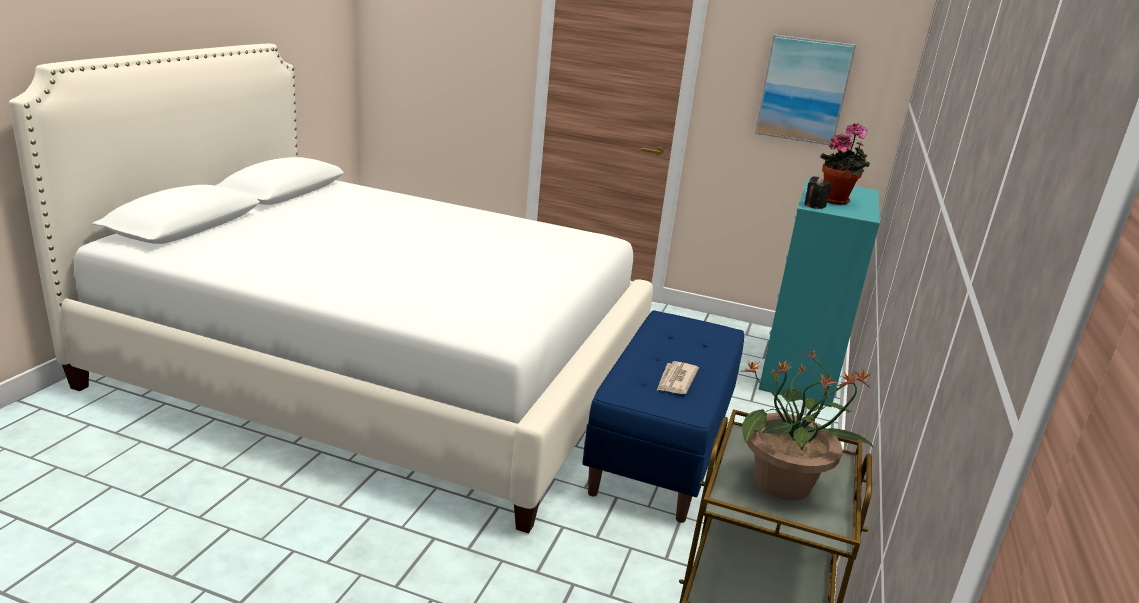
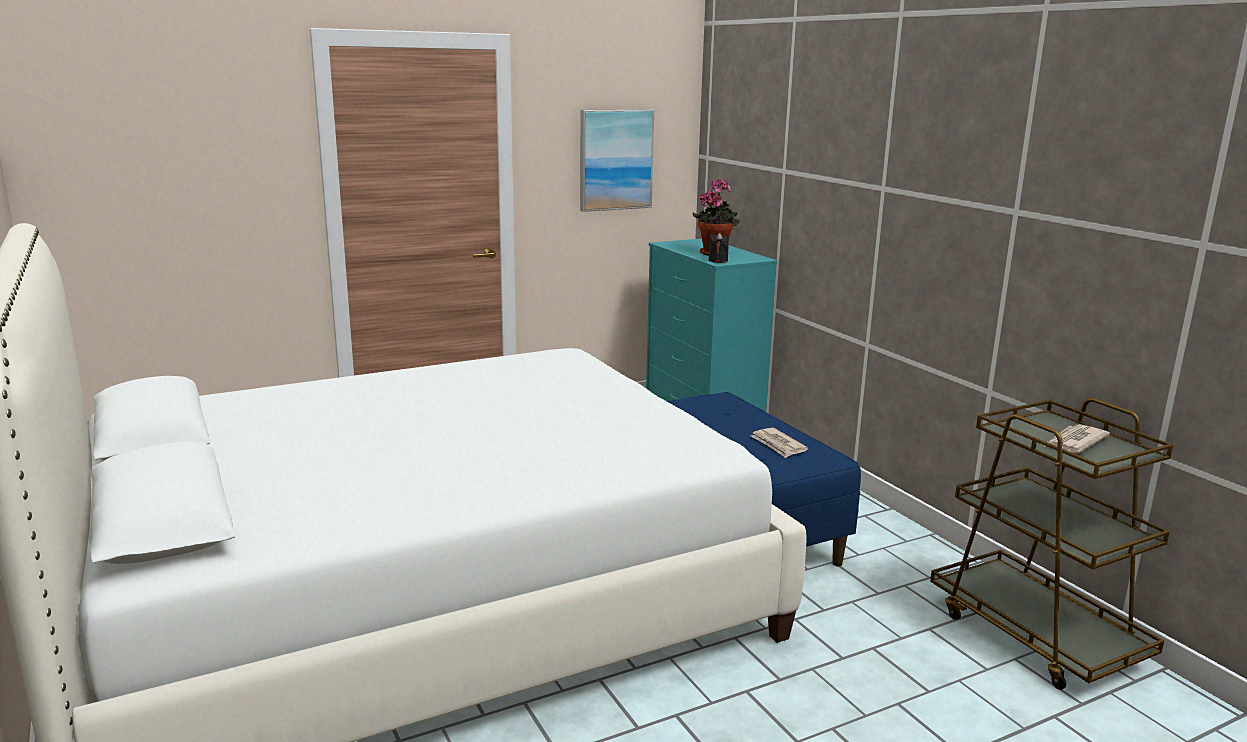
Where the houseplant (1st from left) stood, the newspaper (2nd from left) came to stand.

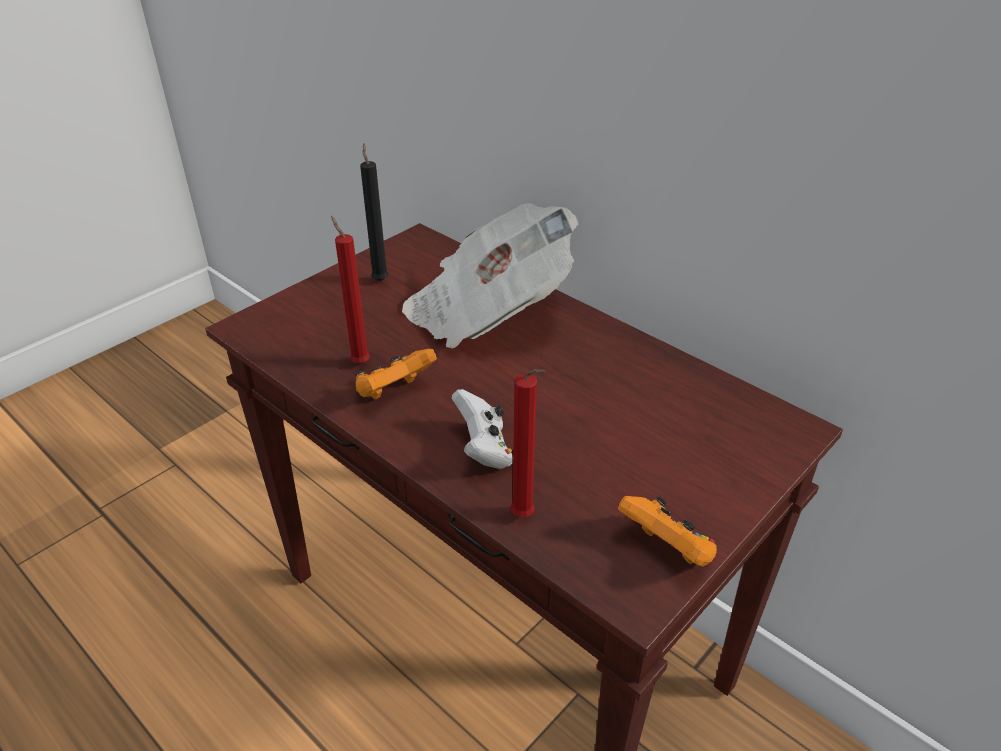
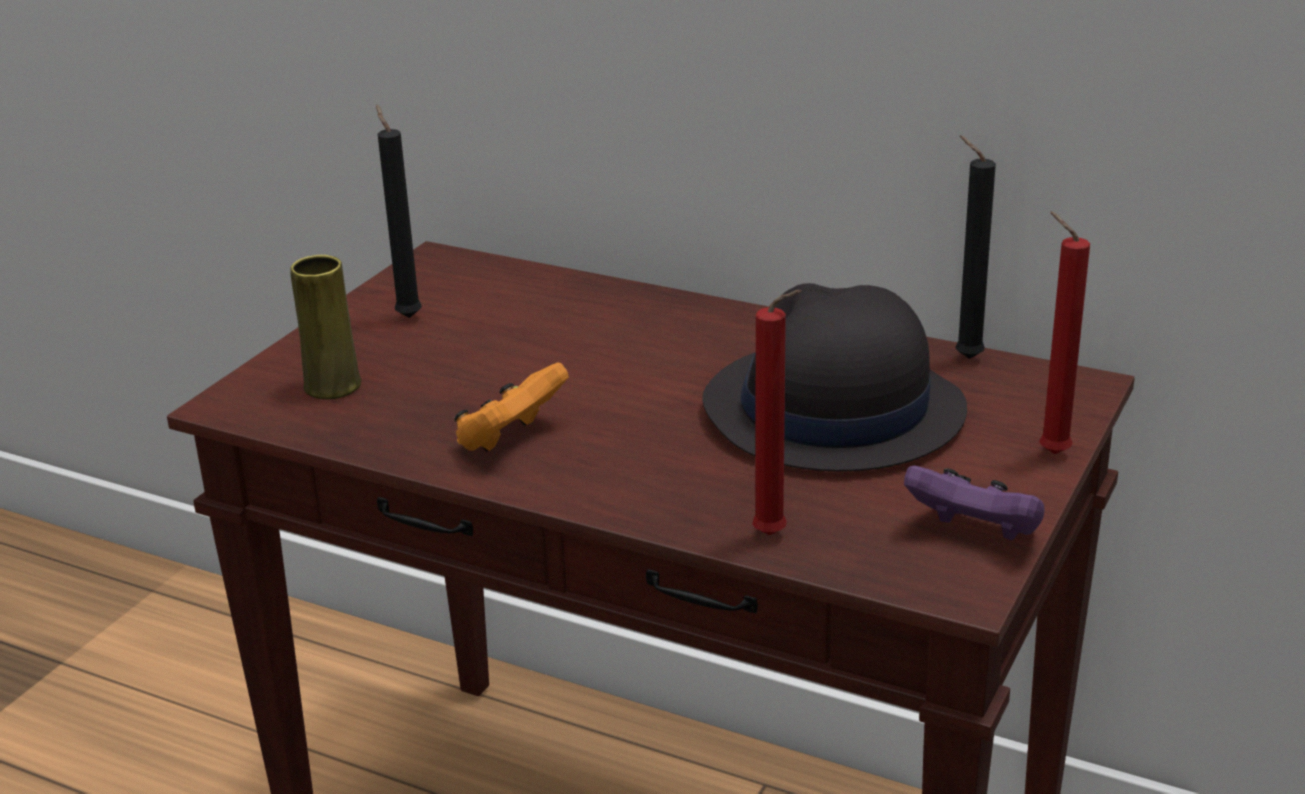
The second view gained the yellow vase. The second view gained the blackish wearable hat. What was the orangey joypad (2nd from left) turned into the purple joypad. The second view gained the blackish wax light (2nd from left). The red-coloured wax light (1st from left in the first image) ended up elsewhere. The second view lost the newspaper. The second view lost the white joypad.

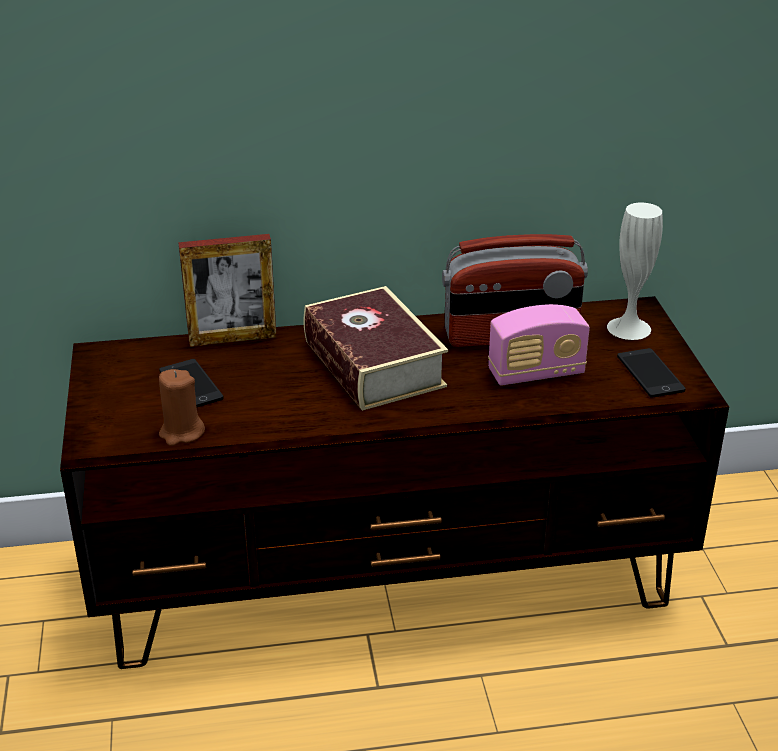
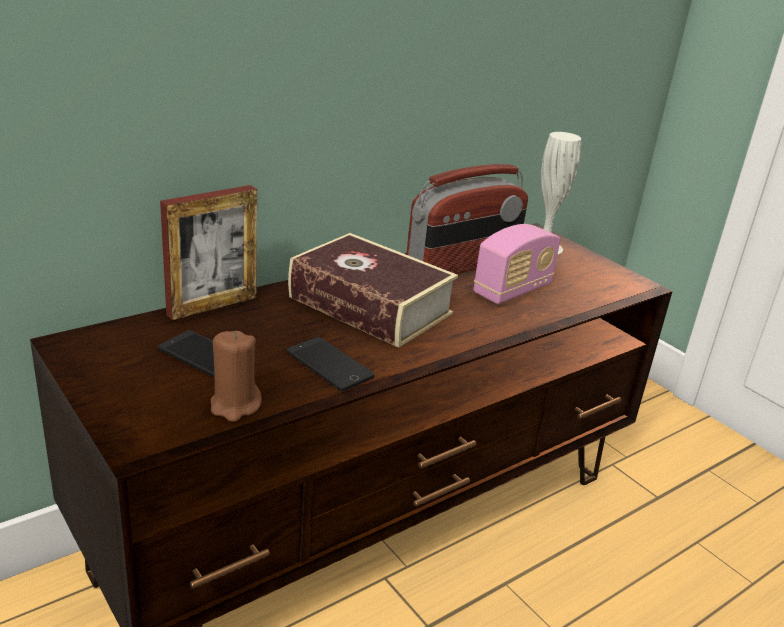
The phone (2nd from left) ended up elsewhere.

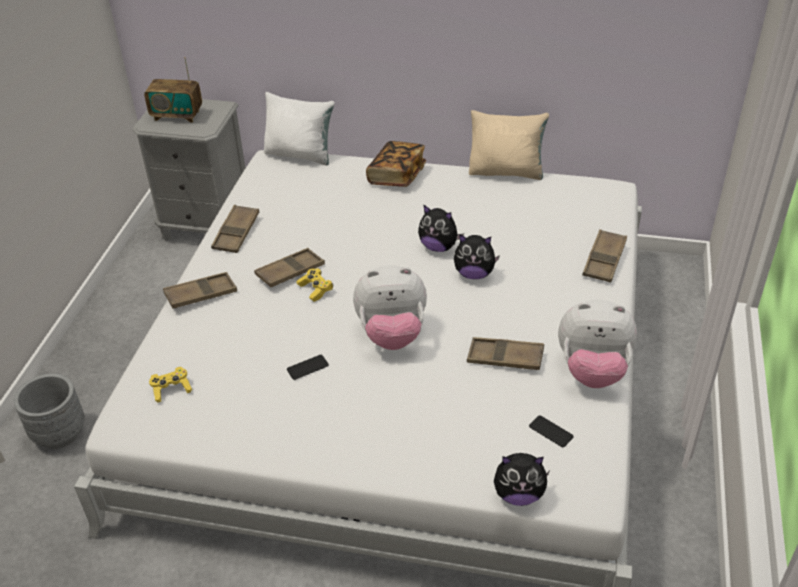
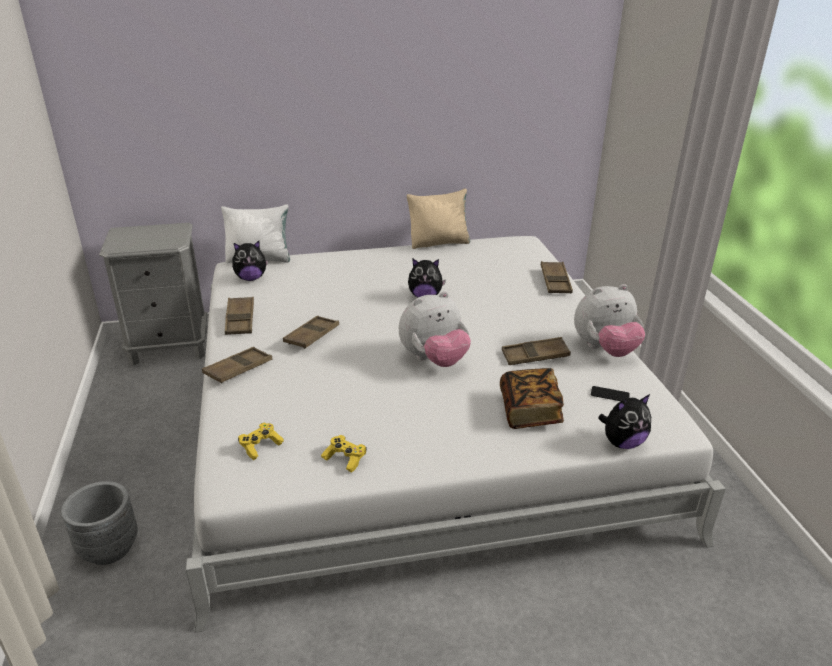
The plush toy (3rd from left in the first image) ended up elsewhere. The yellow joypad (2nd from left) ended up elsewhere. The bound book ended up elsewhere. The second view lost the radio. The second view lost the phone (1st from left).

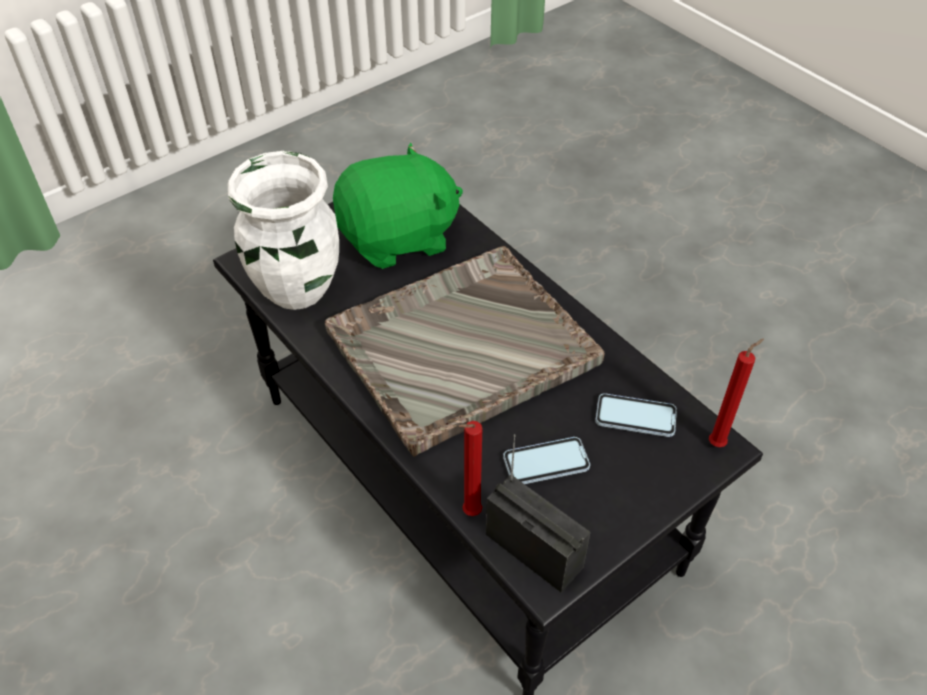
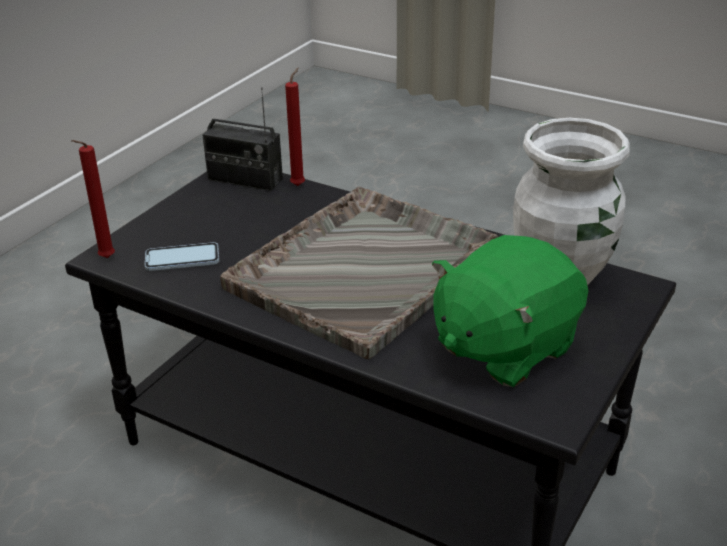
The second view lost the phone (1st from left).

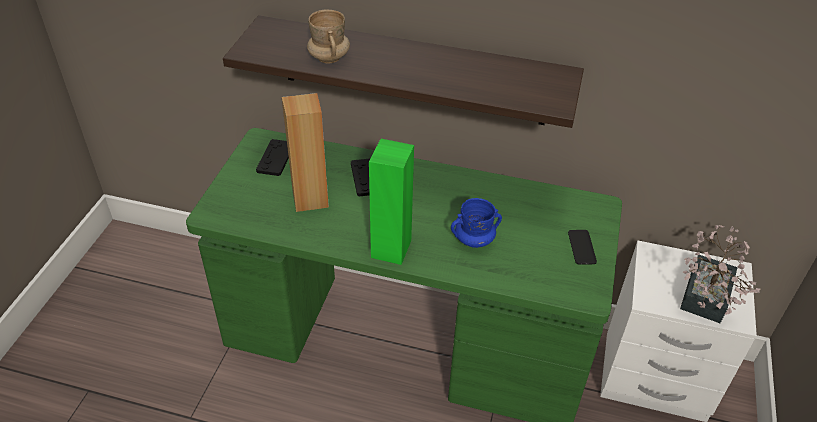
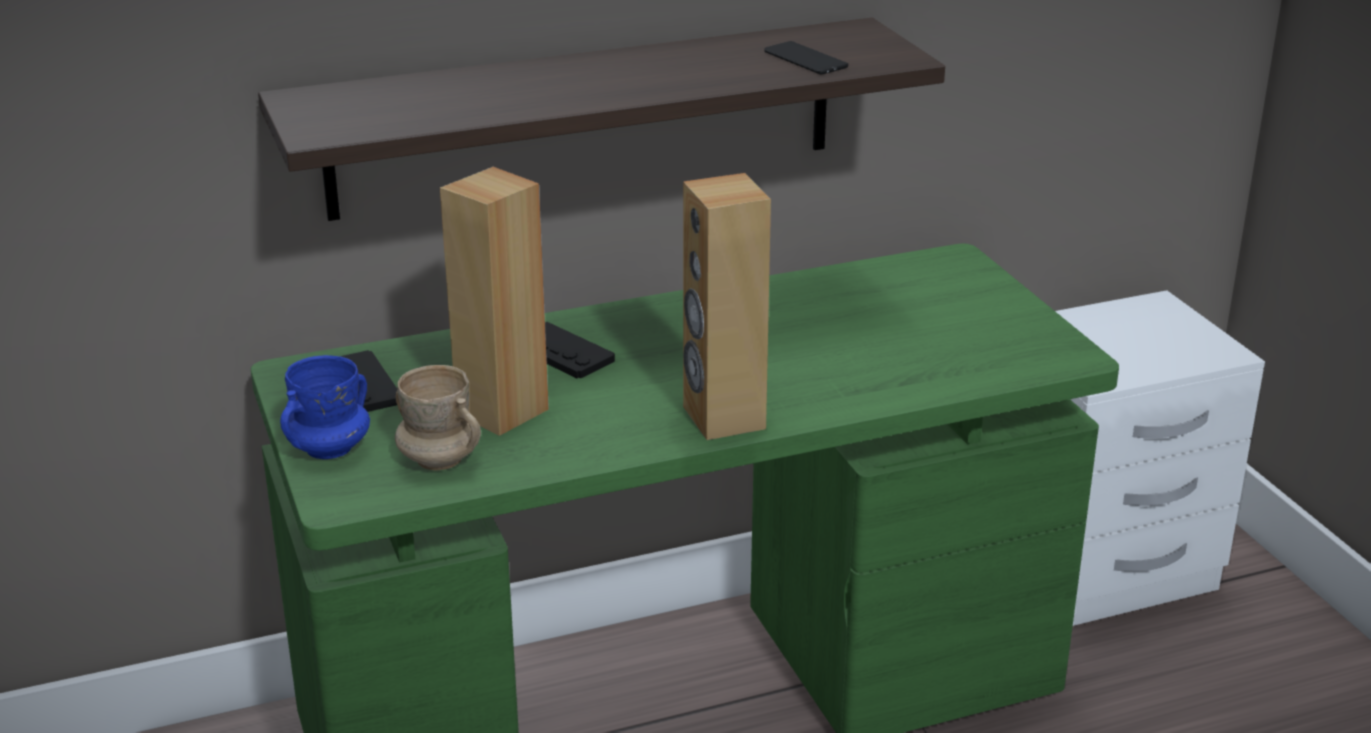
The bluish coffee mug ended up elsewhere. The beige coffee mug ended up elsewhere. What was the green speaker turned into the brownish speaker (2nd from left). The phone ended up elsewhere. The second view lost the houseplant.

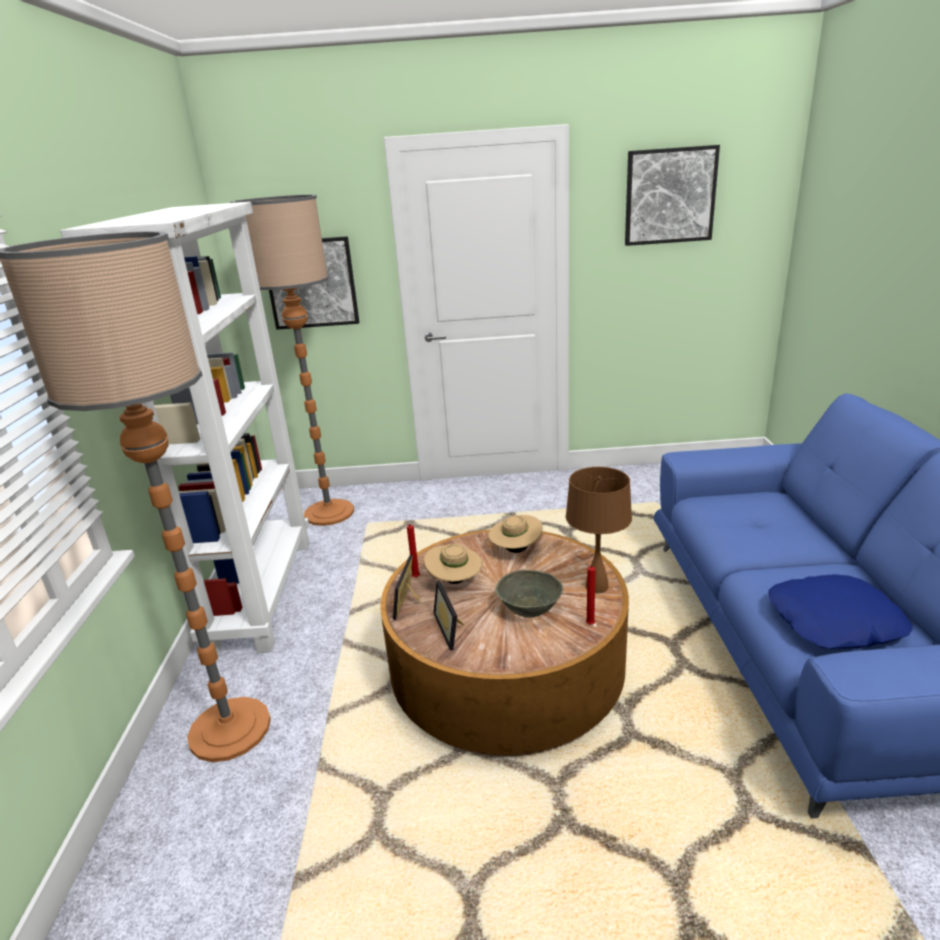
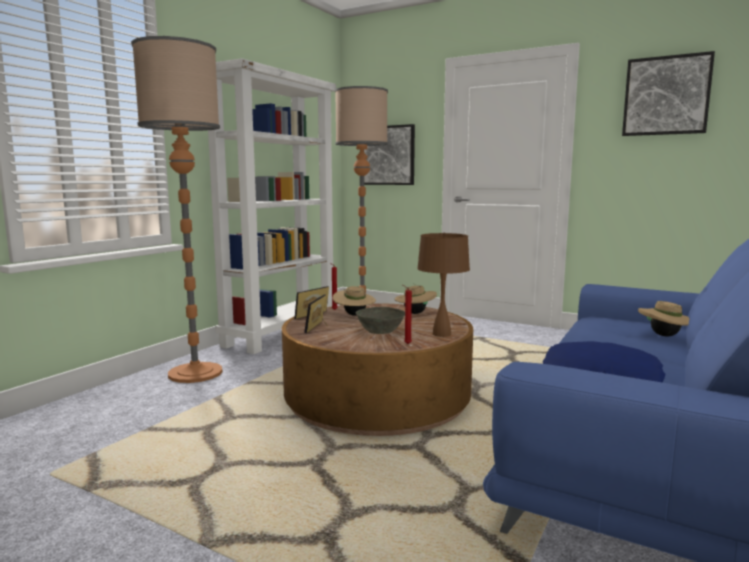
The second view gained the beige wearable hat (3rd from left).

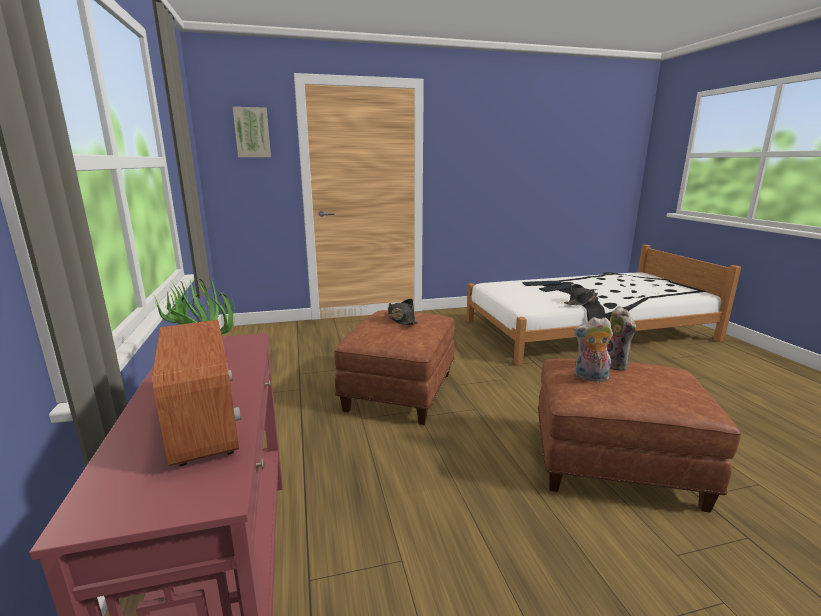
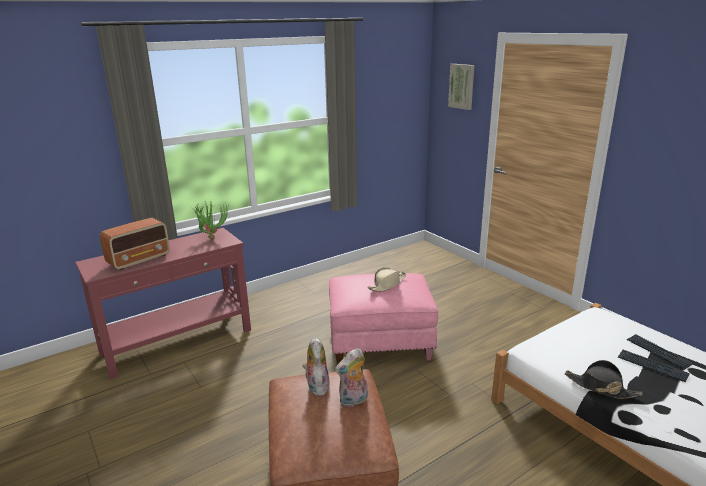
What was the brownish footrest (1st from left) turned into the pinkish footrest. What was the blackish wearable hat (1st from left) turned into the beige wearable hat.

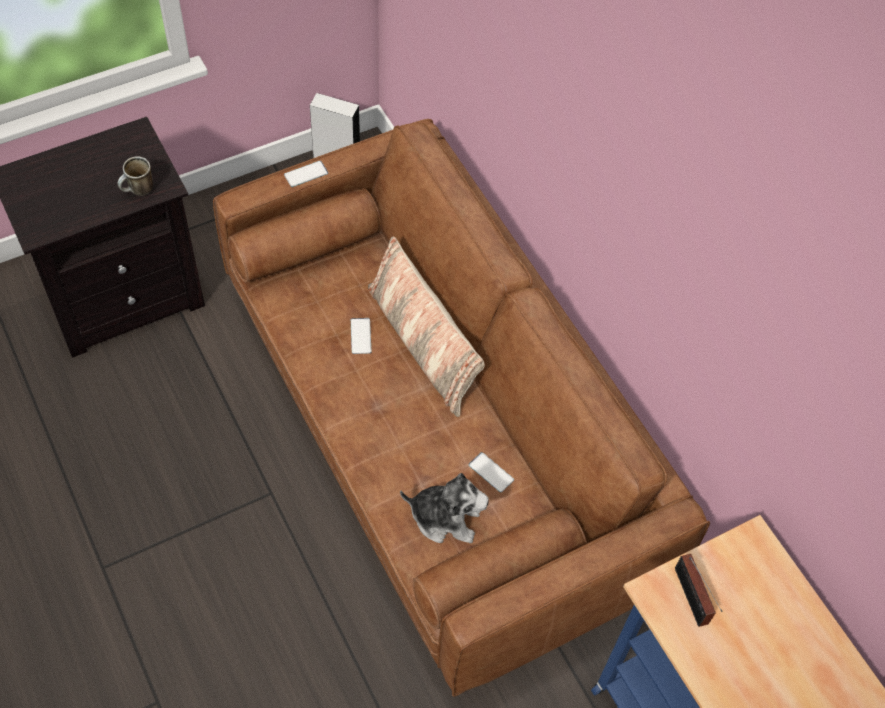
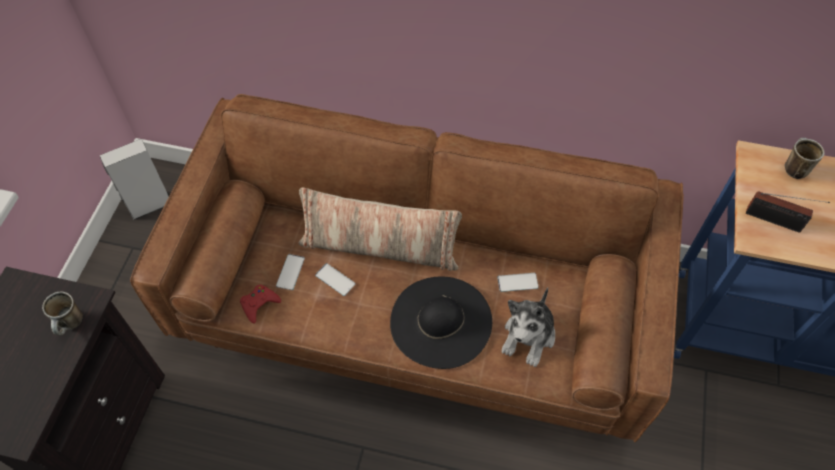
The second view gained the red-coloured joypad. The phone (1st from left) ended up elsewhere. The second view gained the blackish wearable hat. The plush toy ended up facing another way, 150 degrees clockwise from before. The second view gained the coffee mug (2nd from left).

